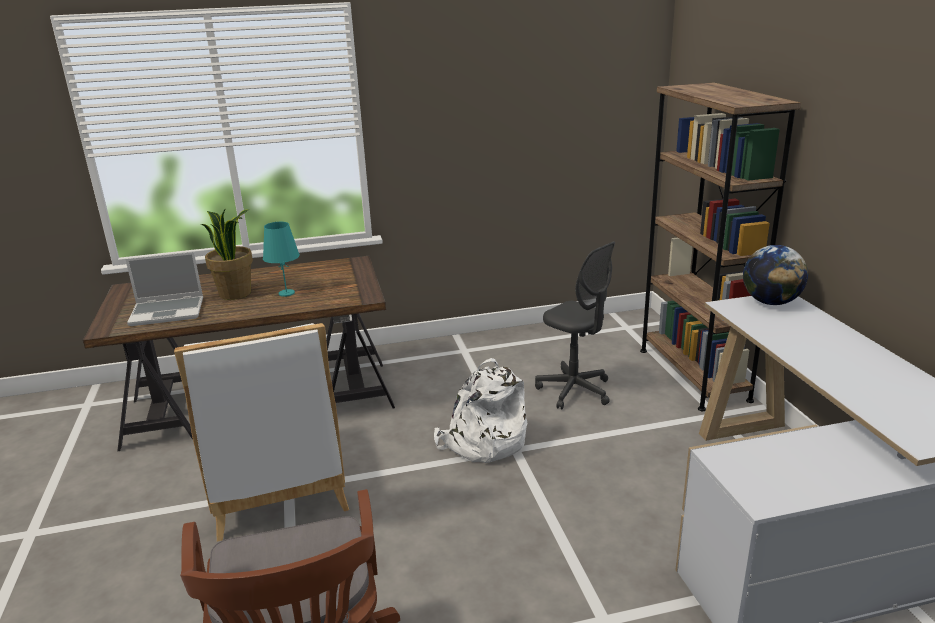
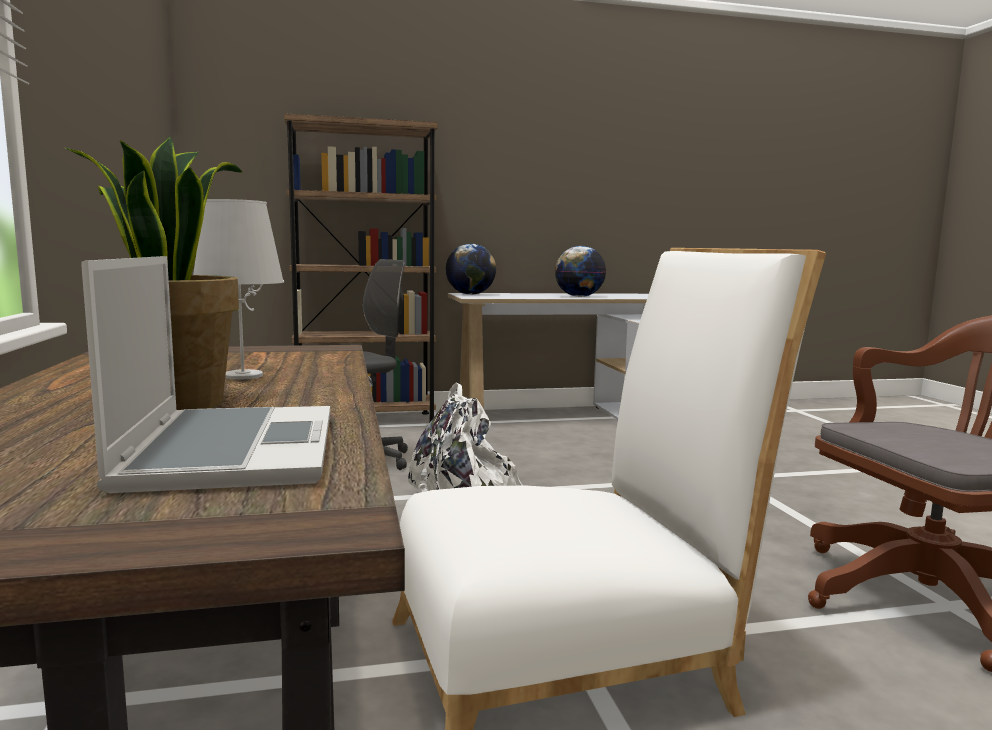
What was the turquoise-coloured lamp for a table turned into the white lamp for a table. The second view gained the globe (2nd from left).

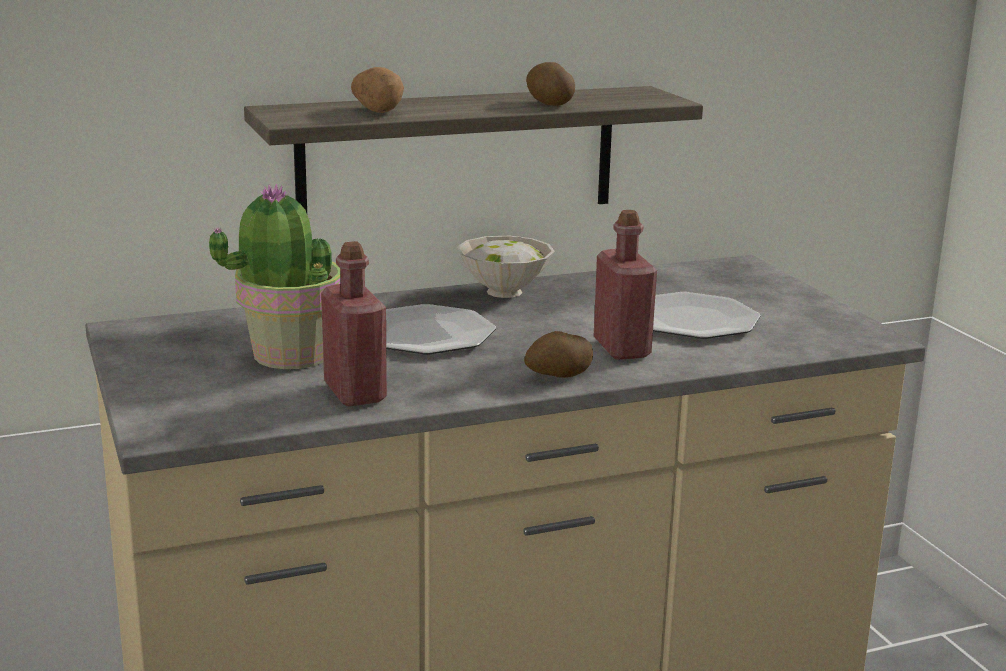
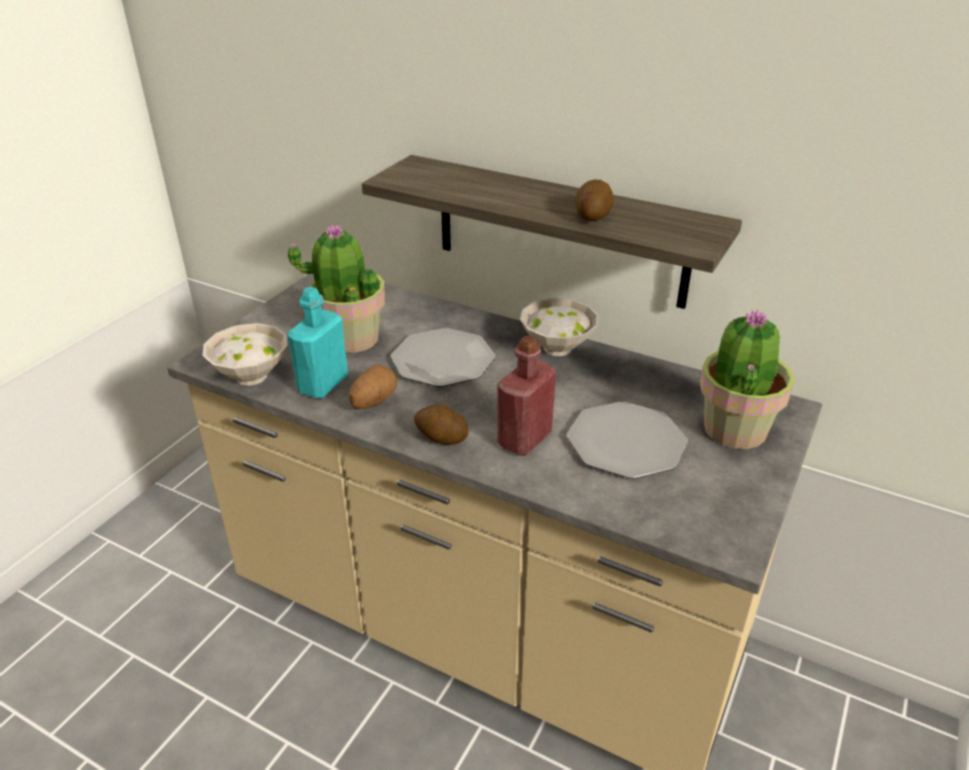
The second view gained the white serving bowl (1st from left). What was the red-coloured bottle (1st from left) turned into the turquoise-coloured bottle. The whole potato (1st from left) ended up elsewhere. The second view gained the houseplant (2nd from left).

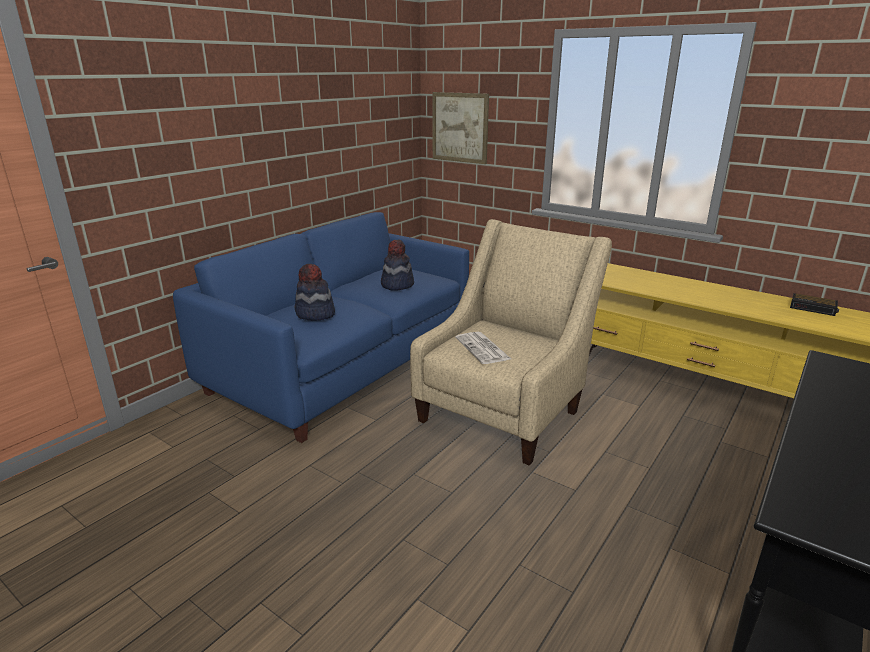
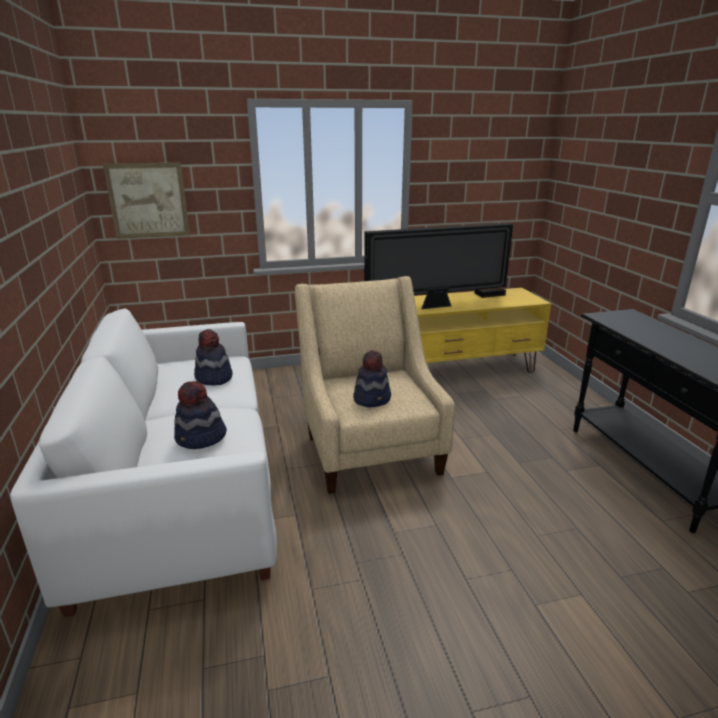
What was the bluish sofa turned into the white sofa. Where the newspaper stood, the wearable hat (3rd from left) came to stand. The second view gained the TV.

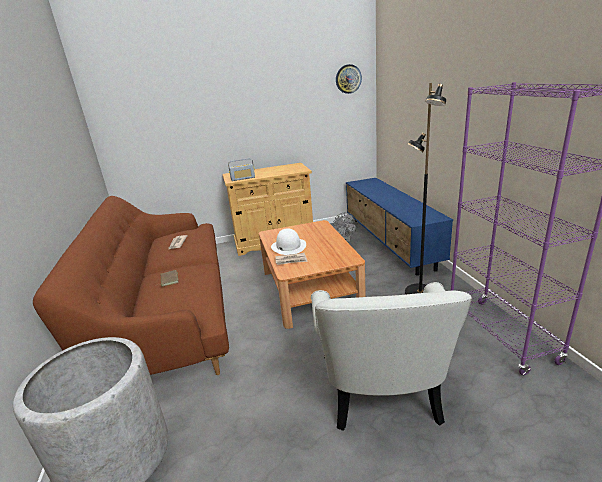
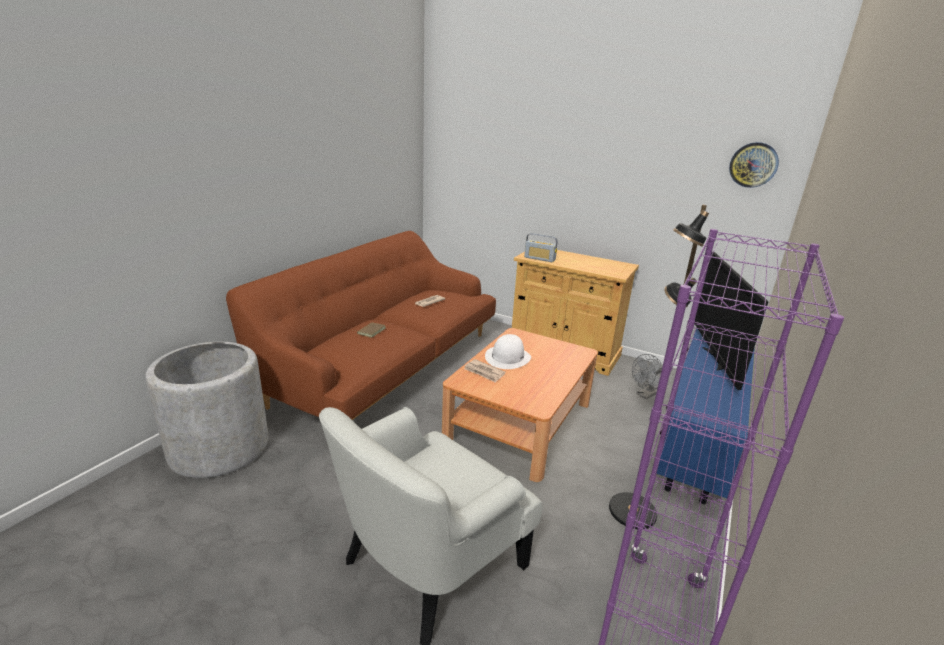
The second view gained the TV.

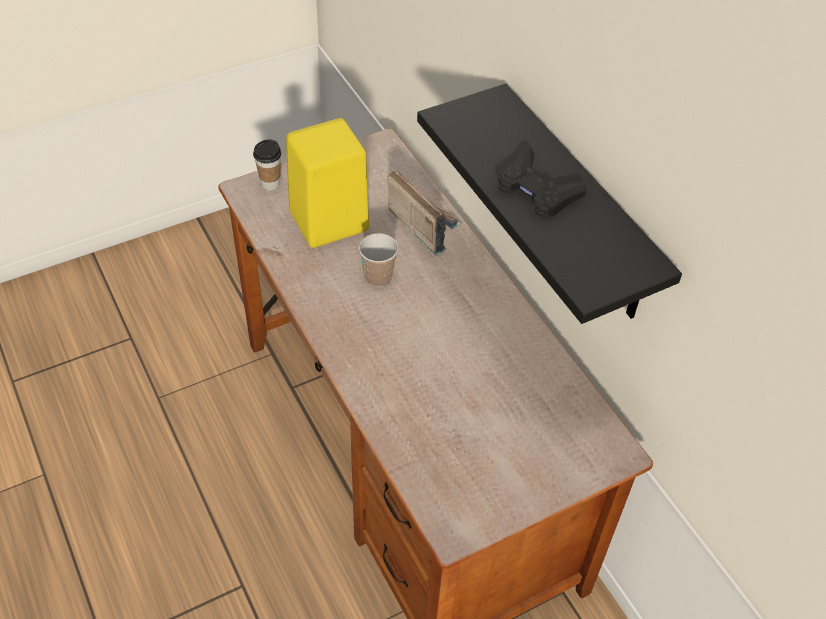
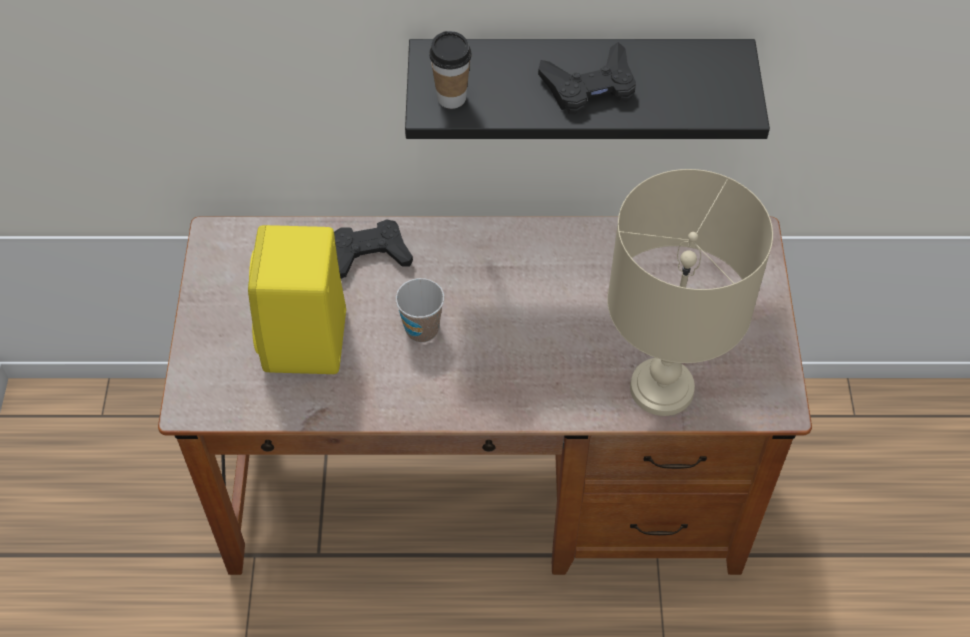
Where the radio stood, the blackish joypad (1st from left) came to stand. The small cup (1st from left in the first image) ended up elsewhere. The second view gained the beige lamp for a table.

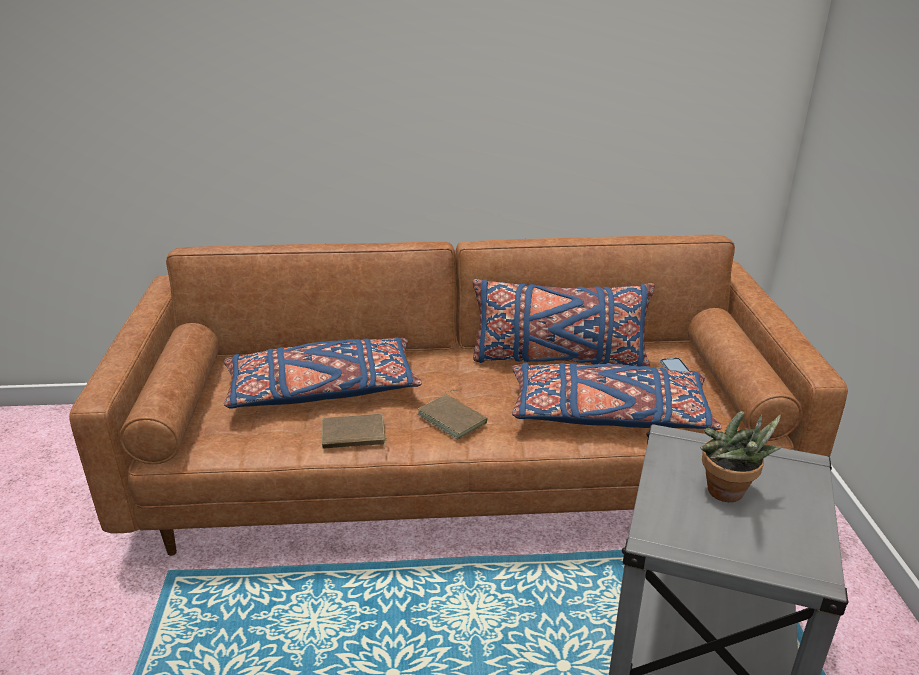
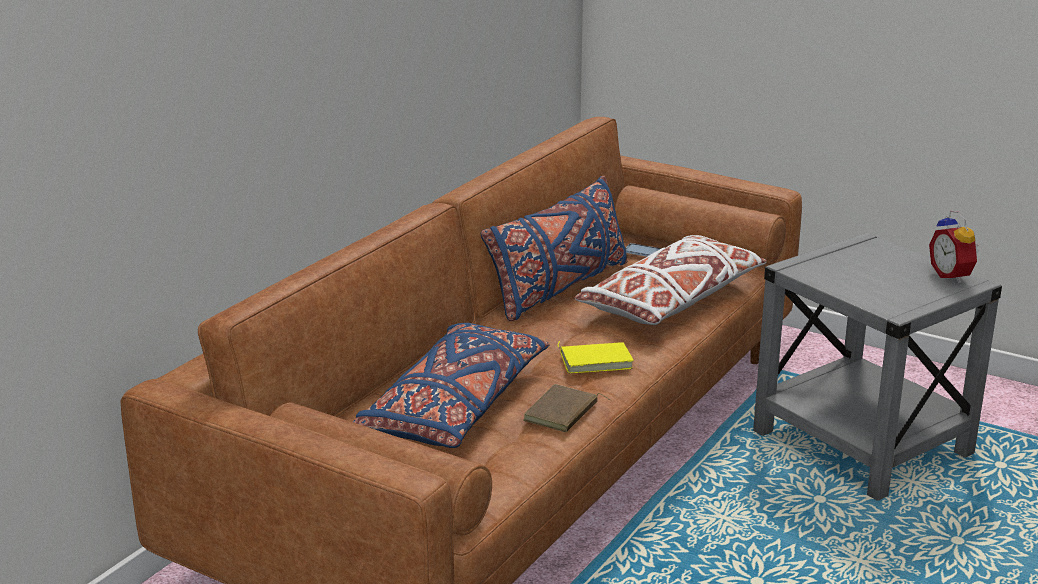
What was the brownish bound book (2nd from left) turned into the yellow bound book. What was the bluish pillow (3rd from left) turned into the white pillow. The second view gained the bedside clock. The second view lost the houseplant.

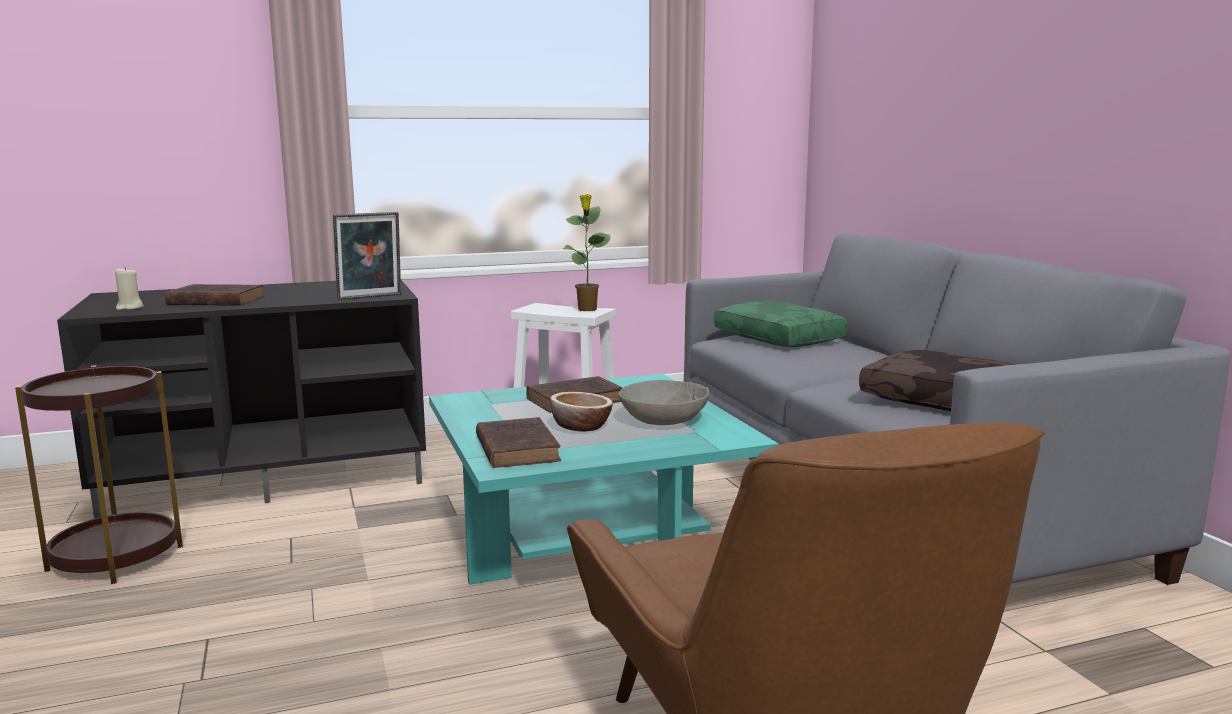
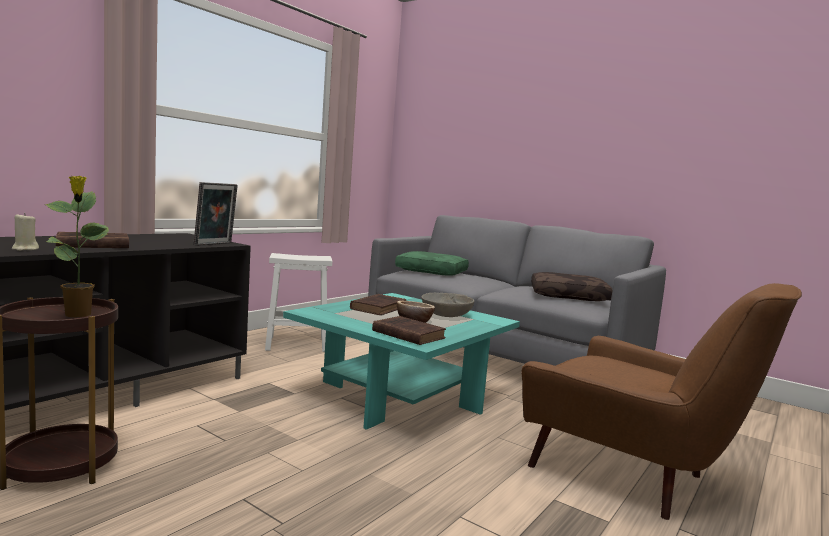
The houseplant ended up elsewhere.

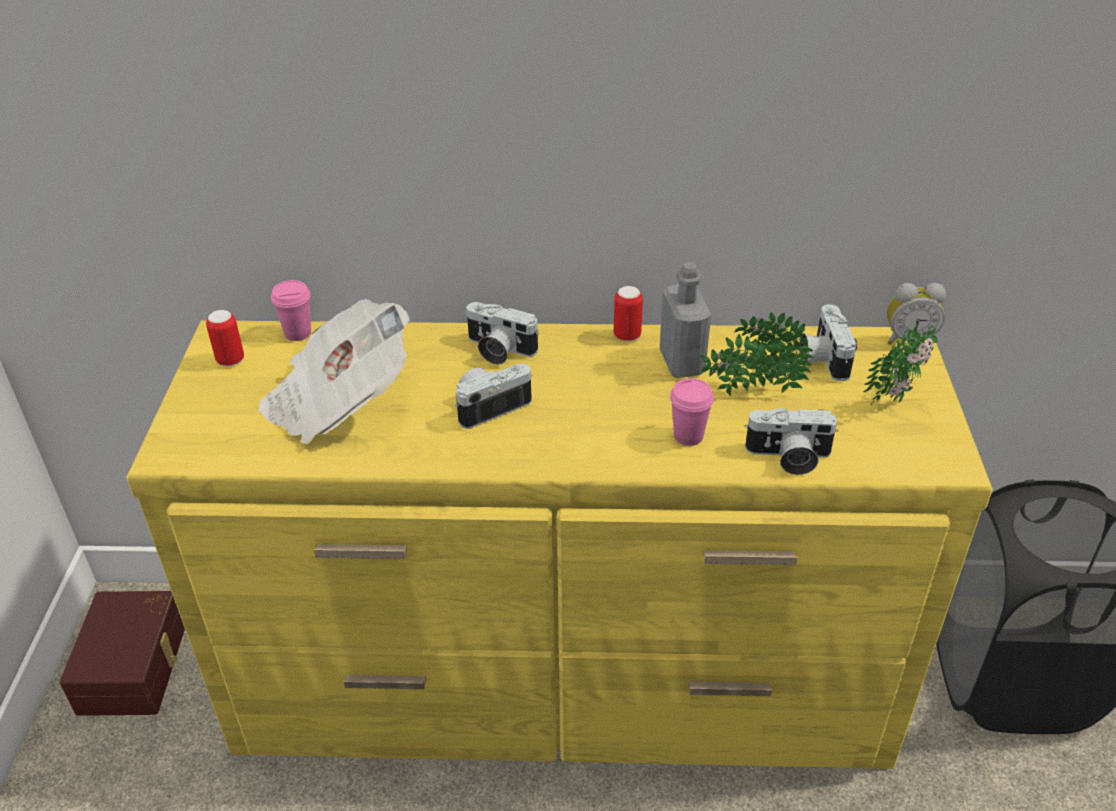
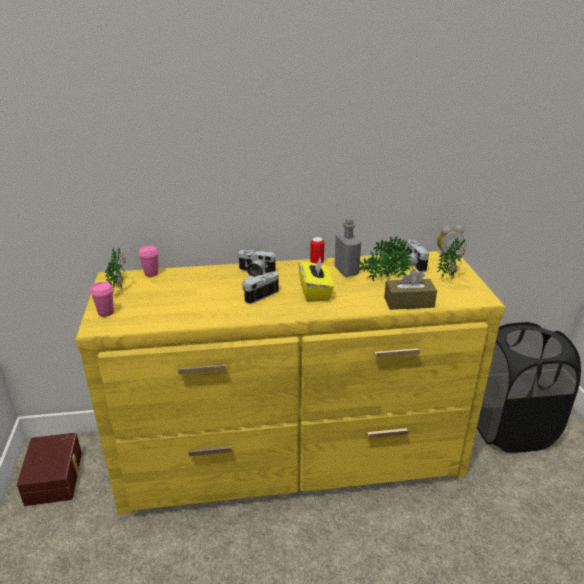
The pinkish small cup (2nd from left in the first image) ended up elsewhere. Where the sealed can (1st from left) stood, the houseplant (1st from left) came to stand. The second view gained the yellow tissue holder. Where the photo camera (3rd from left) stood, the brownish tissue holder came to stand. The second view lost the newspaper.

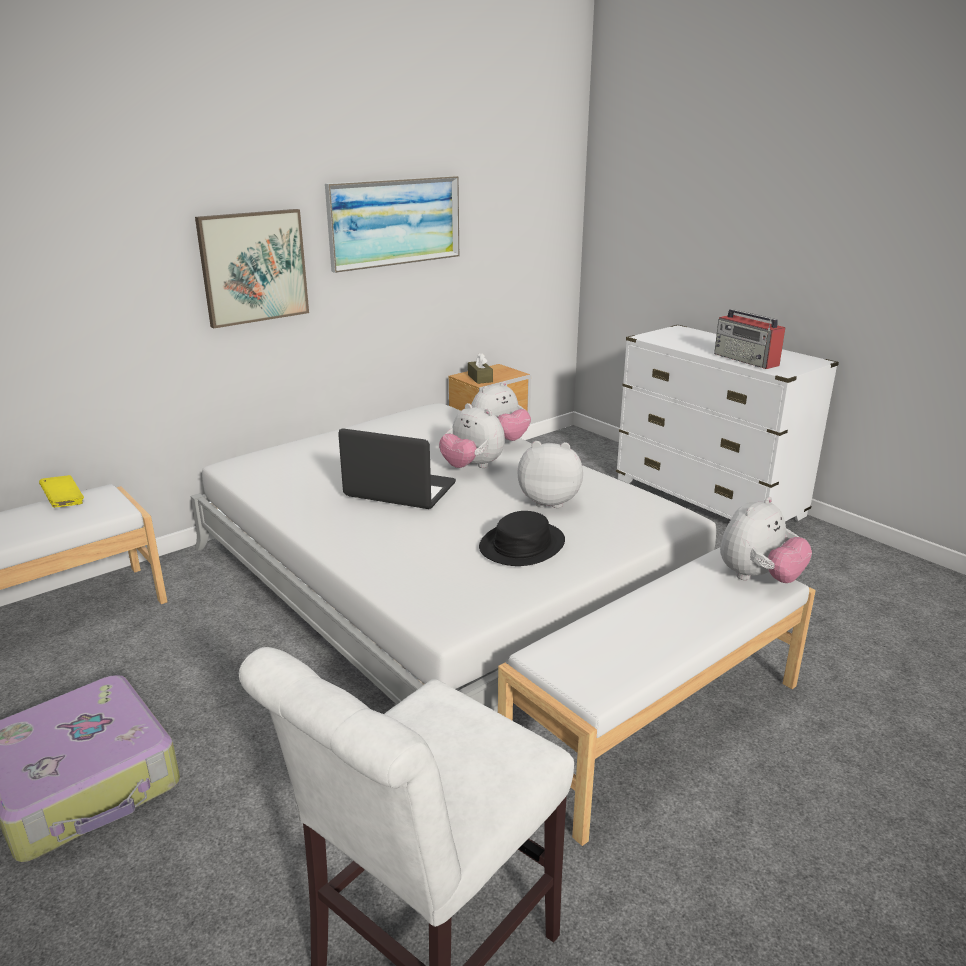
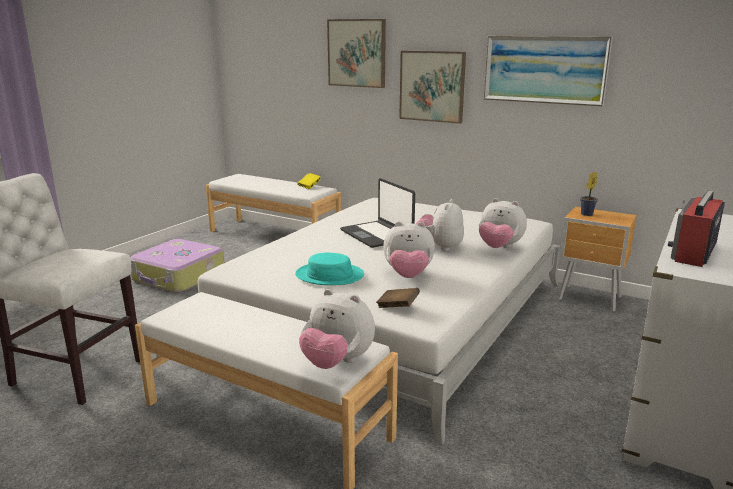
What was the blackish wearable hat turned into the turquoise-coloured wearable hat. The second view gained the wall picture (1st from left). The notebook computer ended up facing another way, 150 degrees clockwise from before. The second view gained the brownish bound book. The plush toy (3rd from left in the first image) ended up facing another way, 105 degrees clockwise from before. Where the brownish tissue holder stood, the houseplant came to stand.

